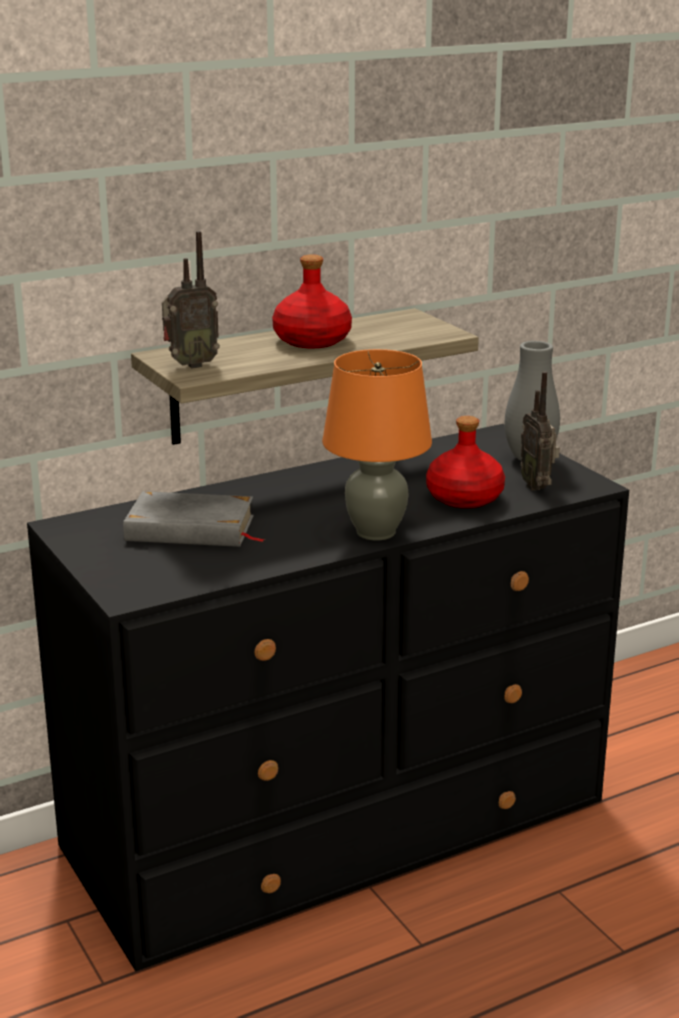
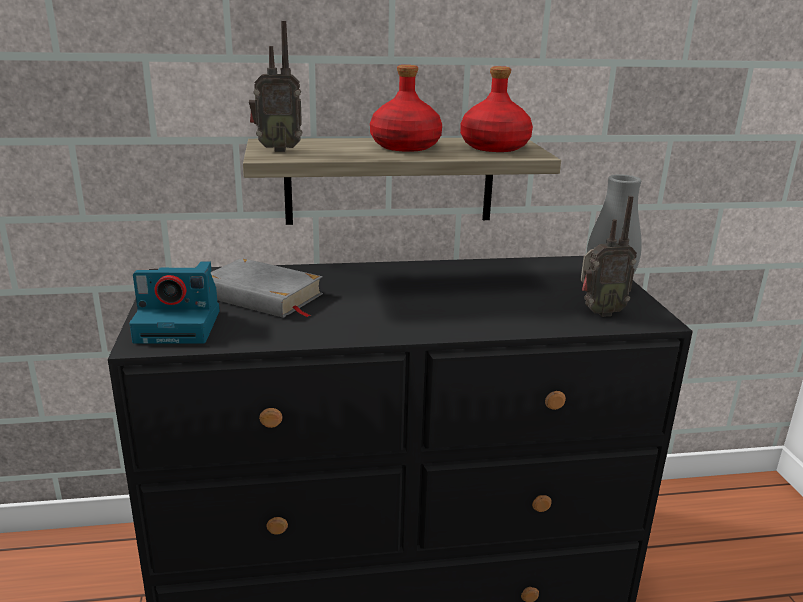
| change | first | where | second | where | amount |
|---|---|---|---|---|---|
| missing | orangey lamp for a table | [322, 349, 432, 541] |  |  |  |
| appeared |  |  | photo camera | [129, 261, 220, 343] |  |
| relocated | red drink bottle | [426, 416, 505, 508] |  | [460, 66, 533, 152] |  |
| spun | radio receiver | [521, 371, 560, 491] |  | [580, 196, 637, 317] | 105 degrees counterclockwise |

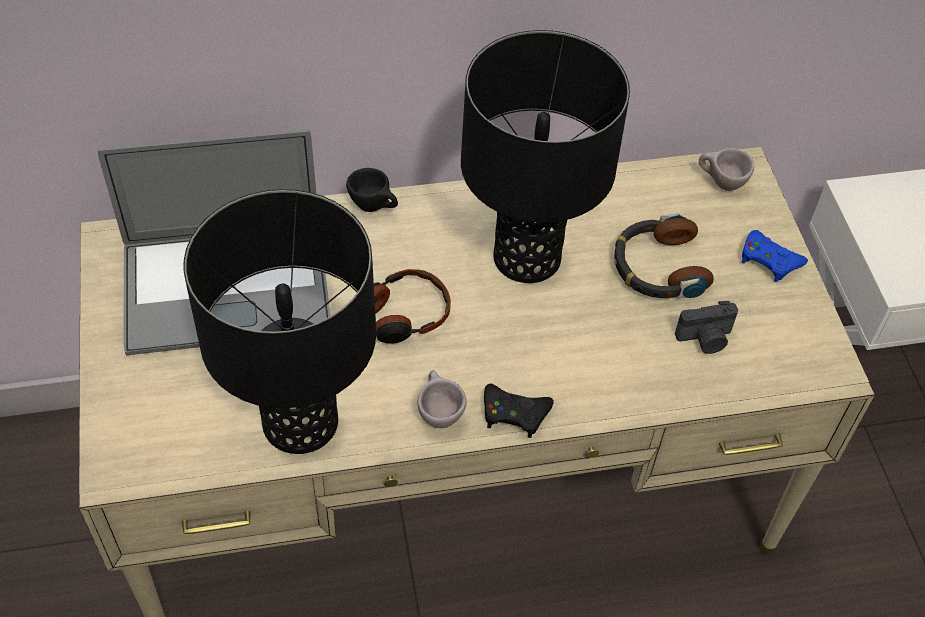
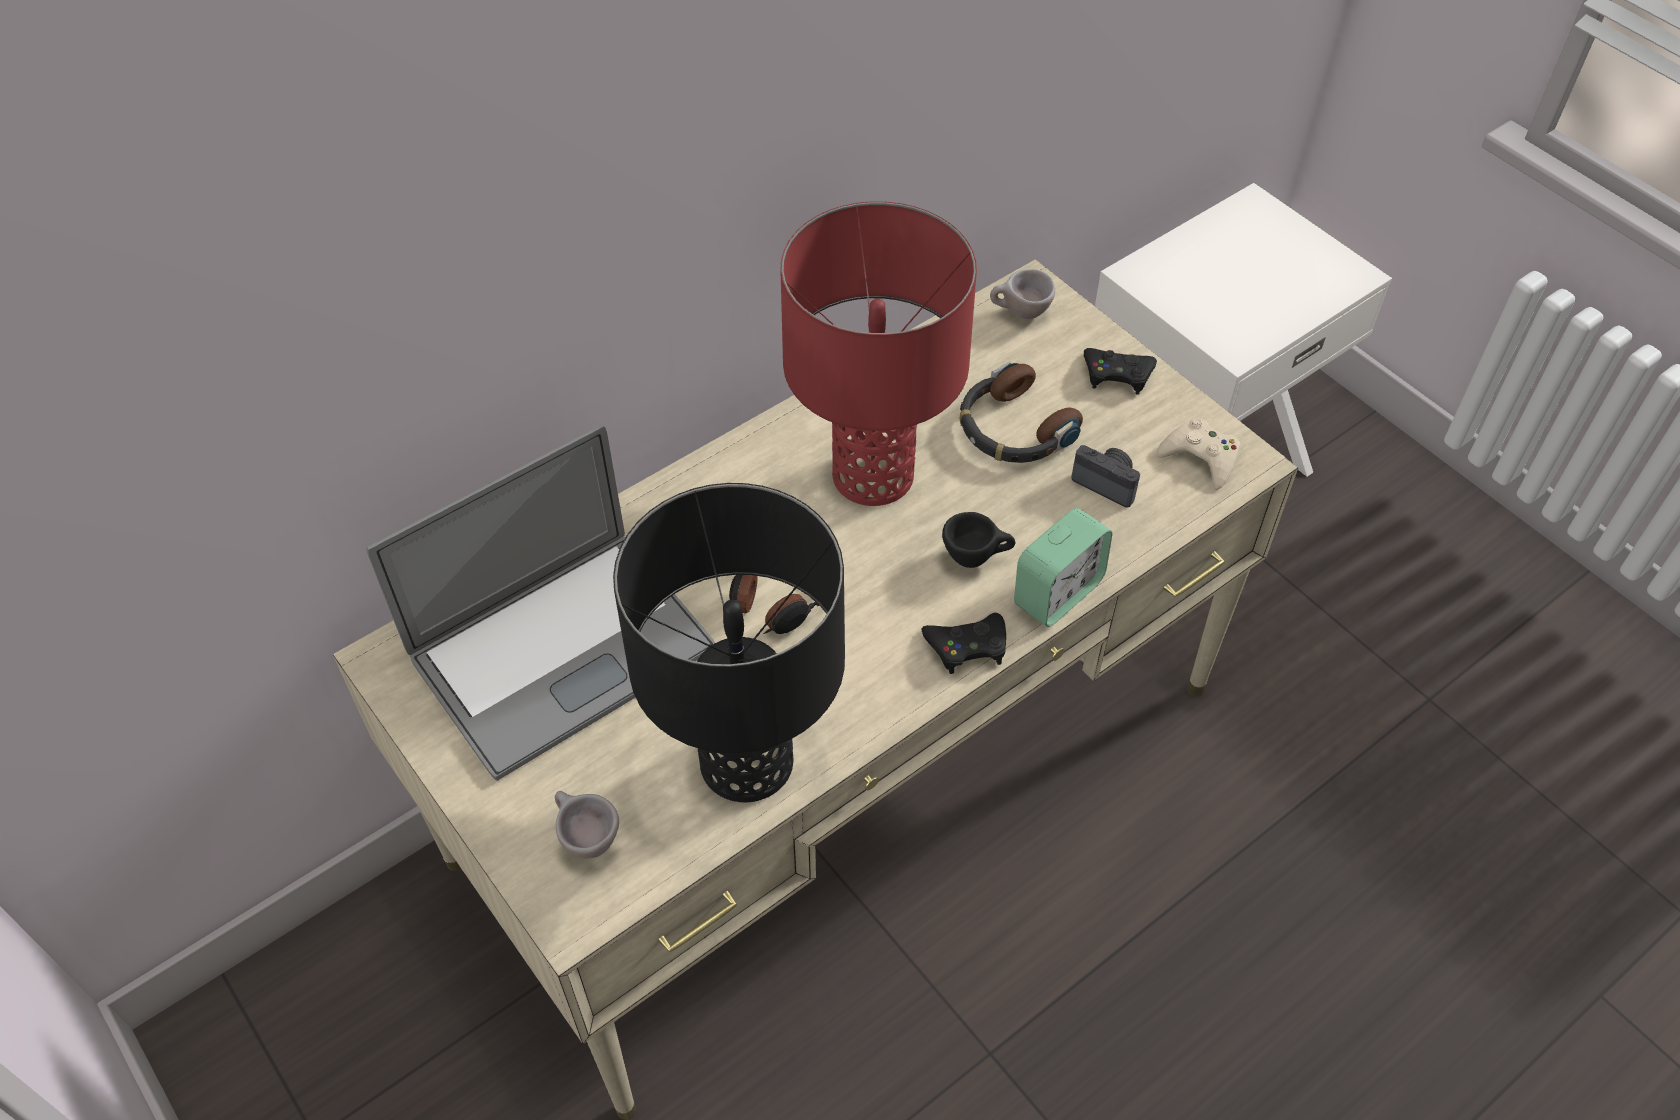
| change | first | where | second | where | amount |
|---|---|---|---|---|---|
| appeared |  |  | alarm clock | [1014, 508, 1113, 627] |  |
| appeared |  |  | beige joypad | [1156, 418, 1240, 490] |  |
| relocated | black-coloured small cup | [346, 168, 398, 212] |  | [942, 512, 1015, 568] |  |
| relocated | beige small cup | [418, 370, 466, 428] |  | [555, 791, 619, 858] |  |
| colour | black-coloured lamp for a table | [461, 30, 630, 283] | red lamp for a table | [780, 201, 977, 506] |  |
| colour | bluish joypad | [741, 230, 808, 282] | black-coloured joypad | [1084, 348, 1157, 395] |  |
| spun | photo camera | [675, 301, 738, 354] |  | [1071, 445, 1140, 507] | 105 degrees counterclockwise |

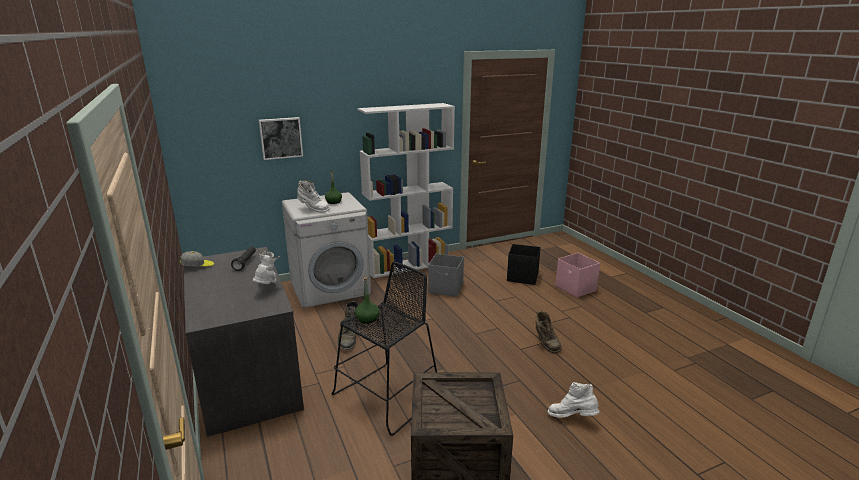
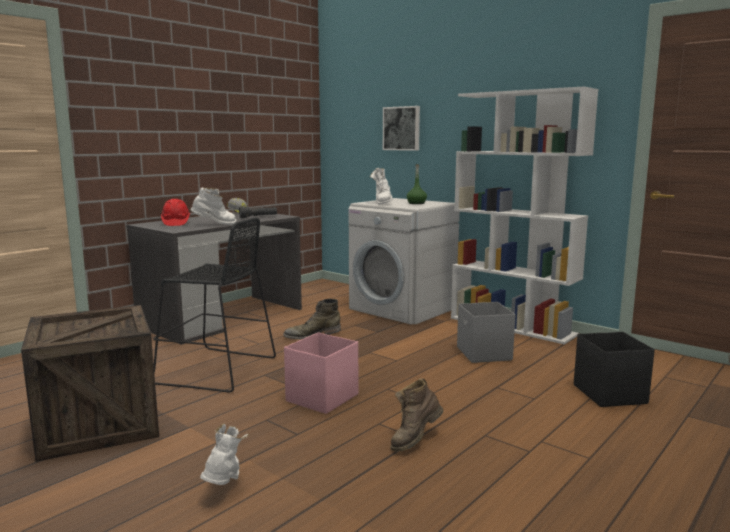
| change | first | where | second | where | amount |
|---|---|---|---|---|---|
| missing | green-coloured drink bottle | [355, 277, 379, 324] |  |  |  |
| appeared |  |  | red safety helmet | [161, 199, 190, 226] |  |
| relocated | pink storage bin | [555, 253, 600, 298] |  | [284, 332, 358, 414] |  |

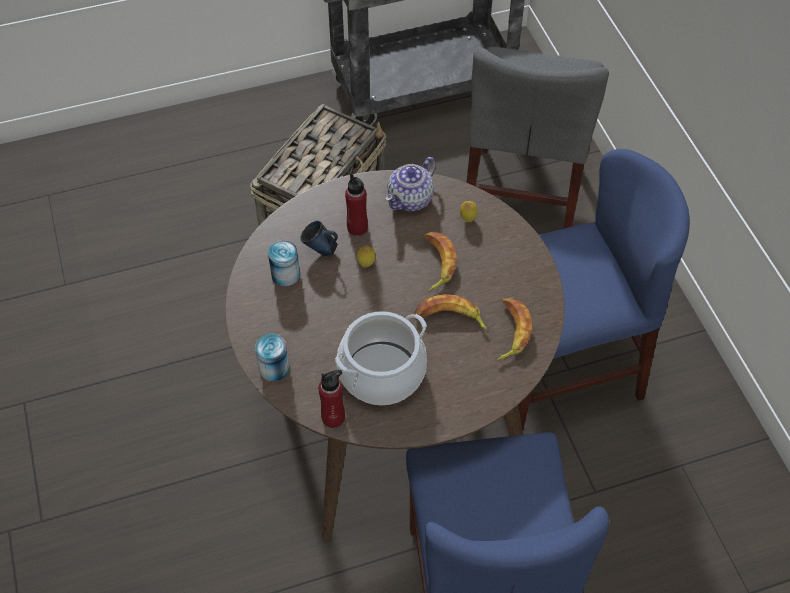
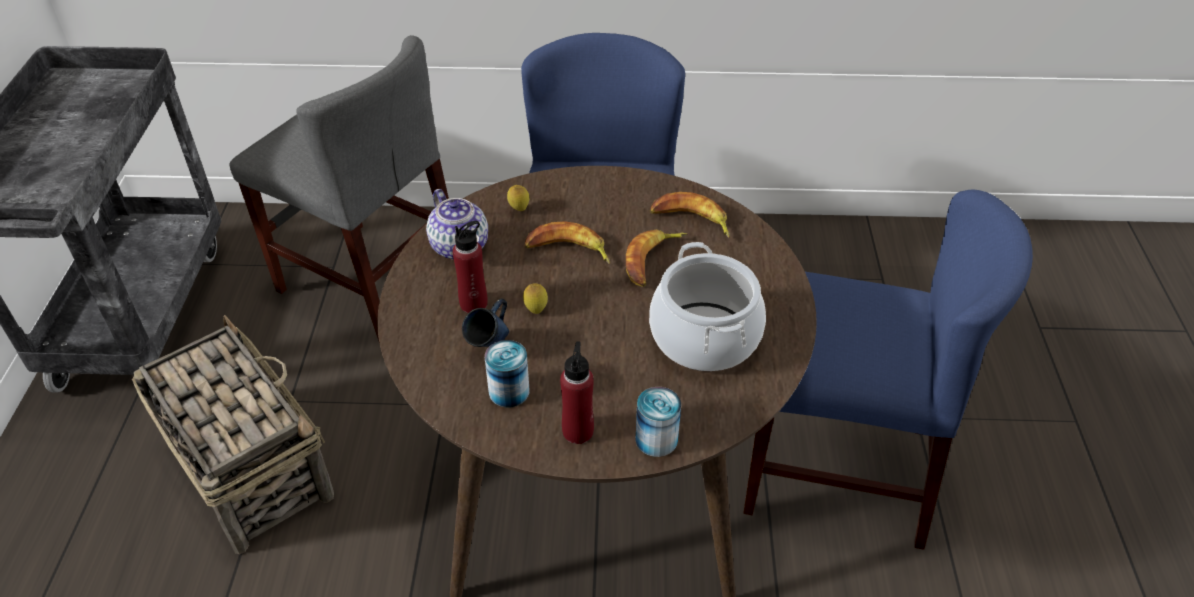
| change | first | where | second | where | amount |
|---|---|---|---|---|---|
| relocated | red drink bottle | [318, 370, 345, 428] |  | [560, 341, 594, 444] |  |

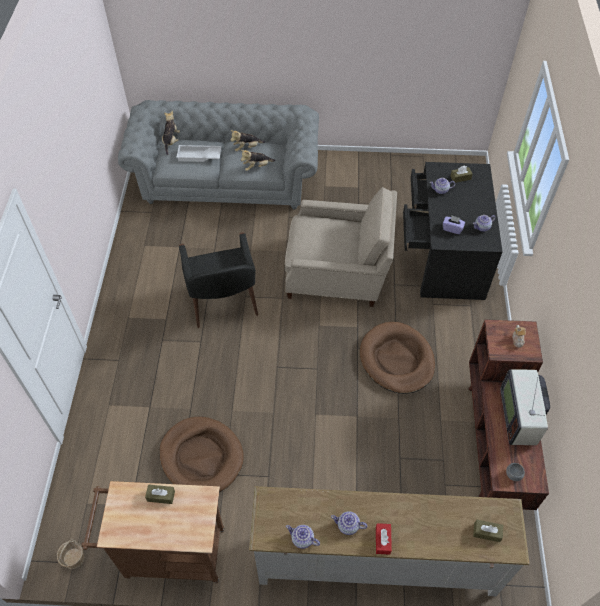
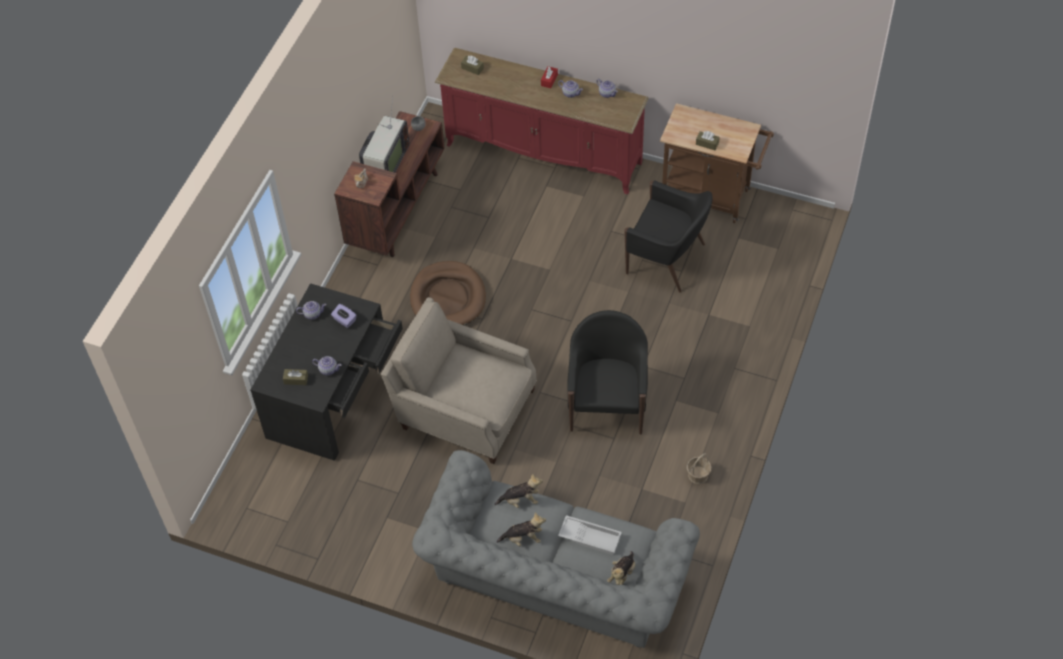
| change | first | where | second | where | amount |
|---|---|---|---|---|---|
| relocated | storage basket | [57, 539, 84, 569] |  | [687, 453, 711, 484] |  |
| exchanged | brown pet bed | [159, 417, 244, 492] | black-coloured easy chair | [624, 180, 713, 293] |  |
| colour | grey cupboard | [249, 486, 530, 597] | red cupboard | [435, 48, 649, 194] |  |

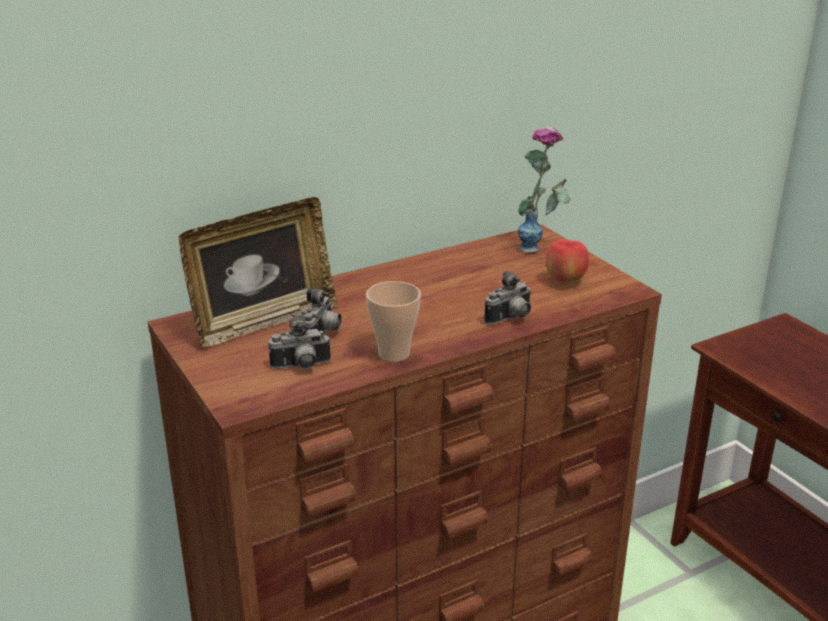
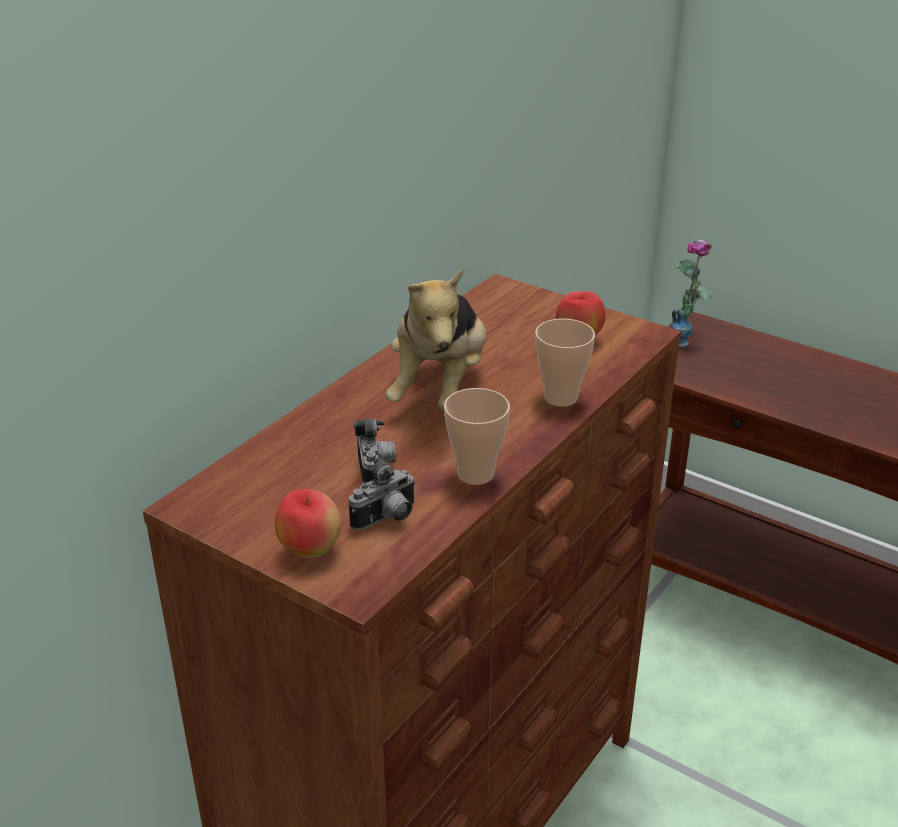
| change | first | where | second | where | amount |
|---|---|---|---|---|---|
| missing | standing frame | [178, 197, 338, 347] |  |  |  |
| appeared |  |  | apple fruit | [275, 489, 342, 558] |  |
| appeared |  |  | soft toy | [386, 269, 486, 412] |  |
| relocated | flower vase | [518, 127, 571, 253] |  | [671, 239, 712, 347] |  |
| exchanged | photo camera | [484, 270, 531, 324] | small cup | [535, 319, 595, 407] |  |

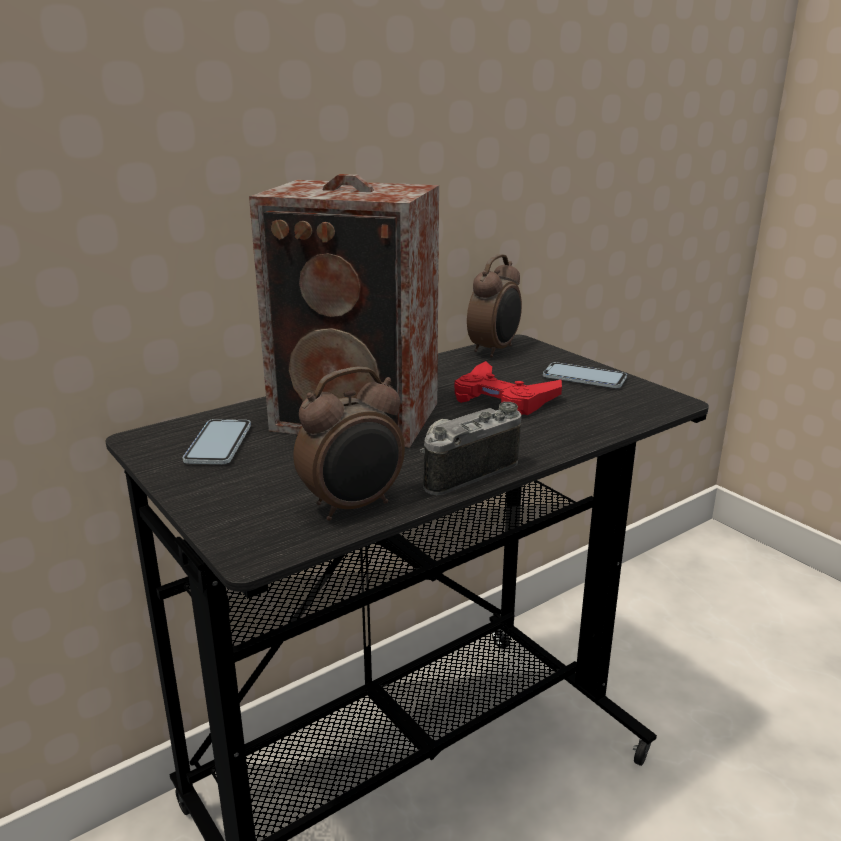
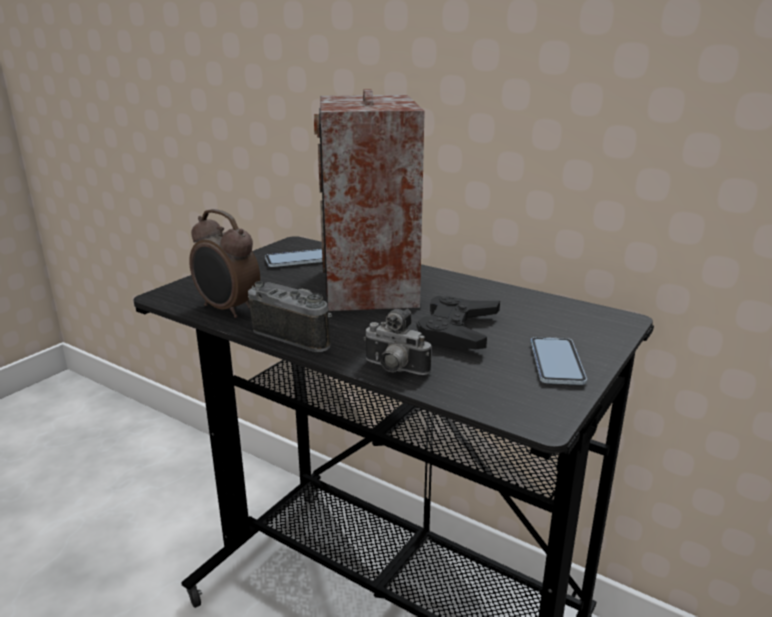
| change | first | where | second | where | amount |
|---|---|---|---|---|---|
| missing | alarm clock | [467, 254, 522, 358] |  |  |  |
| appeared |  |  | photo camera | [363, 309, 431, 375] |  |
| colour | red joypad | [454, 361, 562, 415] | black-coloured joypad | [416, 296, 500, 349] |  |

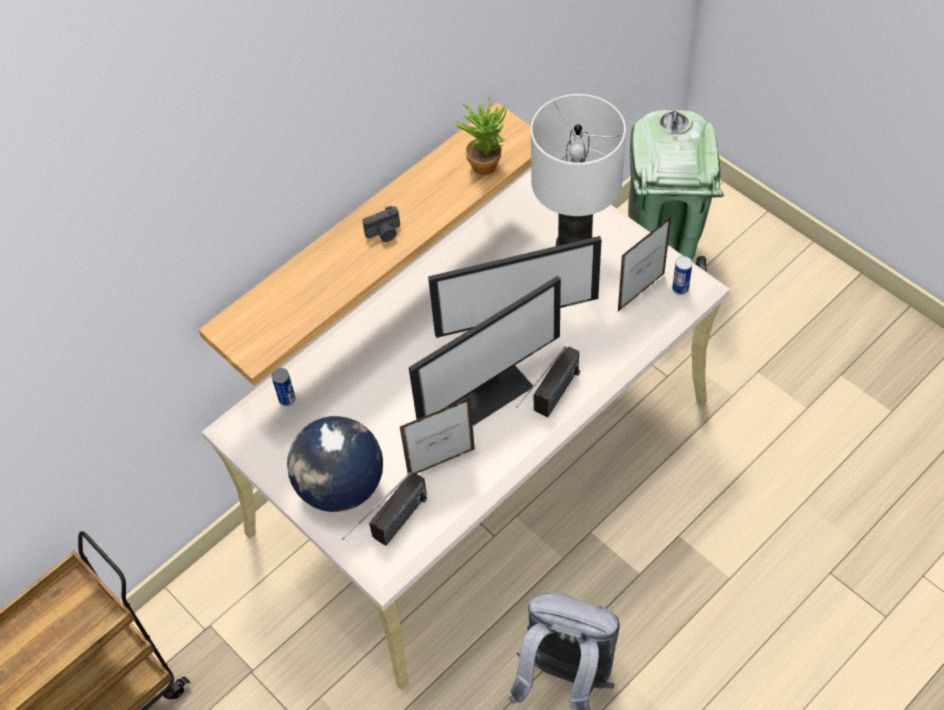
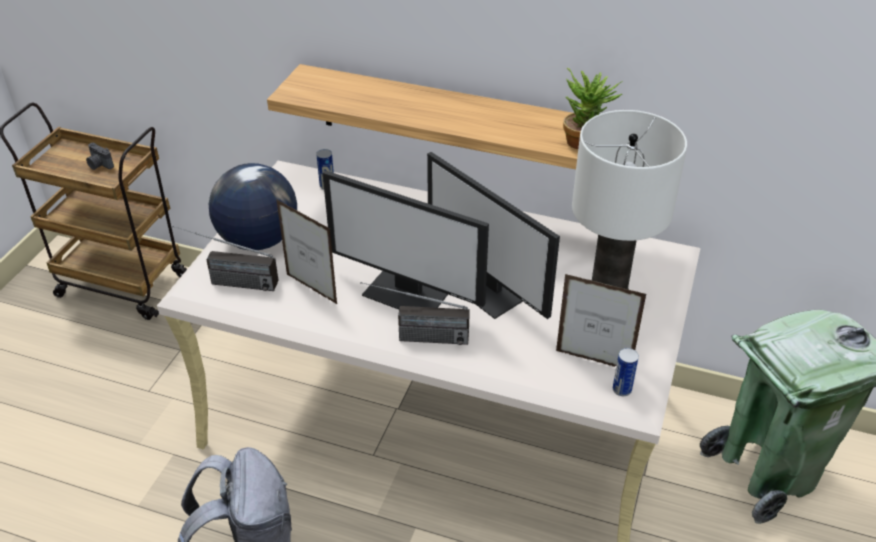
| change | first | where | second | where | amount |
|---|---|---|---|---|---|
| relocated | photo camera | [362, 206, 400, 242] |  | [86, 143, 114, 170] |  |

